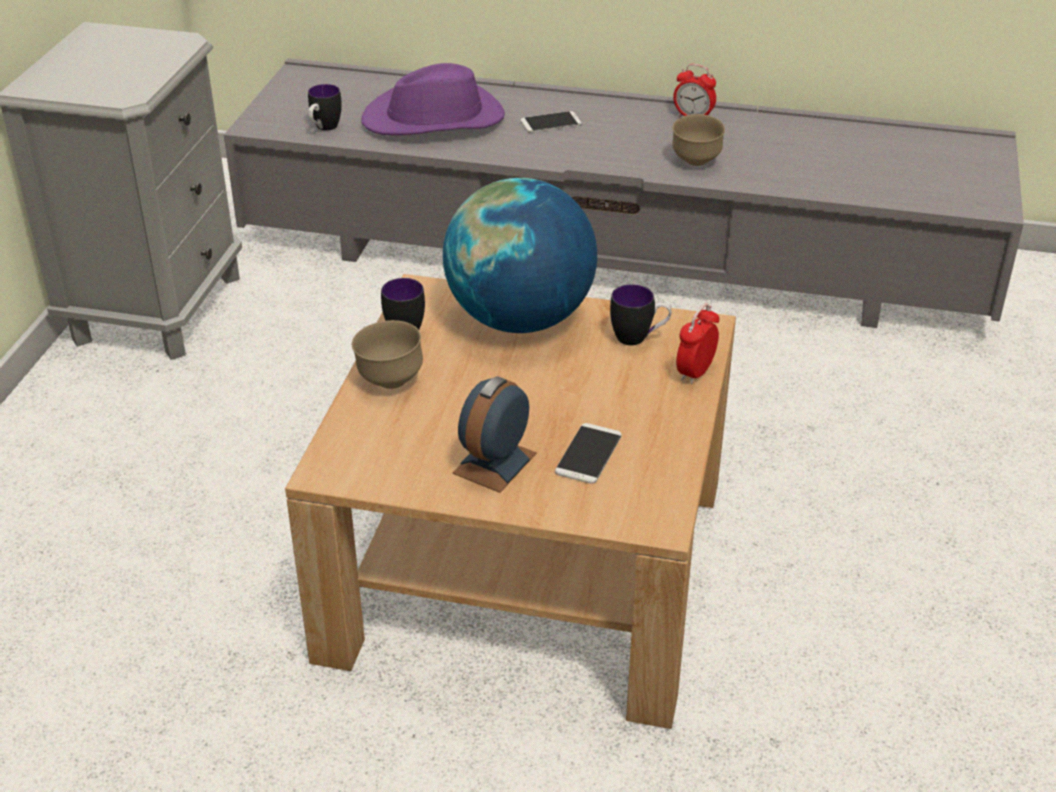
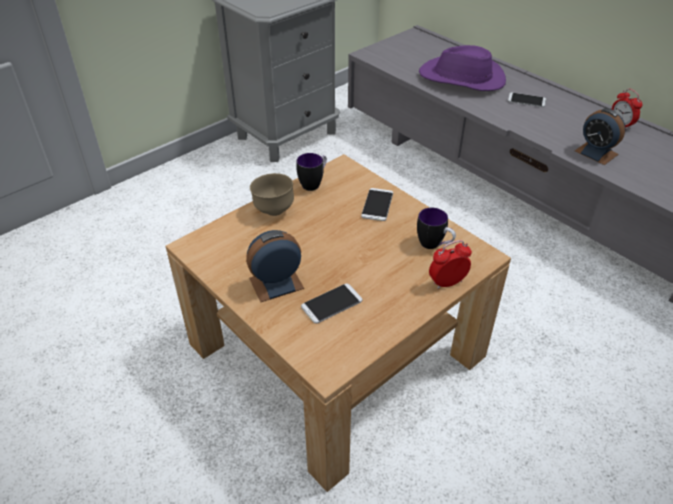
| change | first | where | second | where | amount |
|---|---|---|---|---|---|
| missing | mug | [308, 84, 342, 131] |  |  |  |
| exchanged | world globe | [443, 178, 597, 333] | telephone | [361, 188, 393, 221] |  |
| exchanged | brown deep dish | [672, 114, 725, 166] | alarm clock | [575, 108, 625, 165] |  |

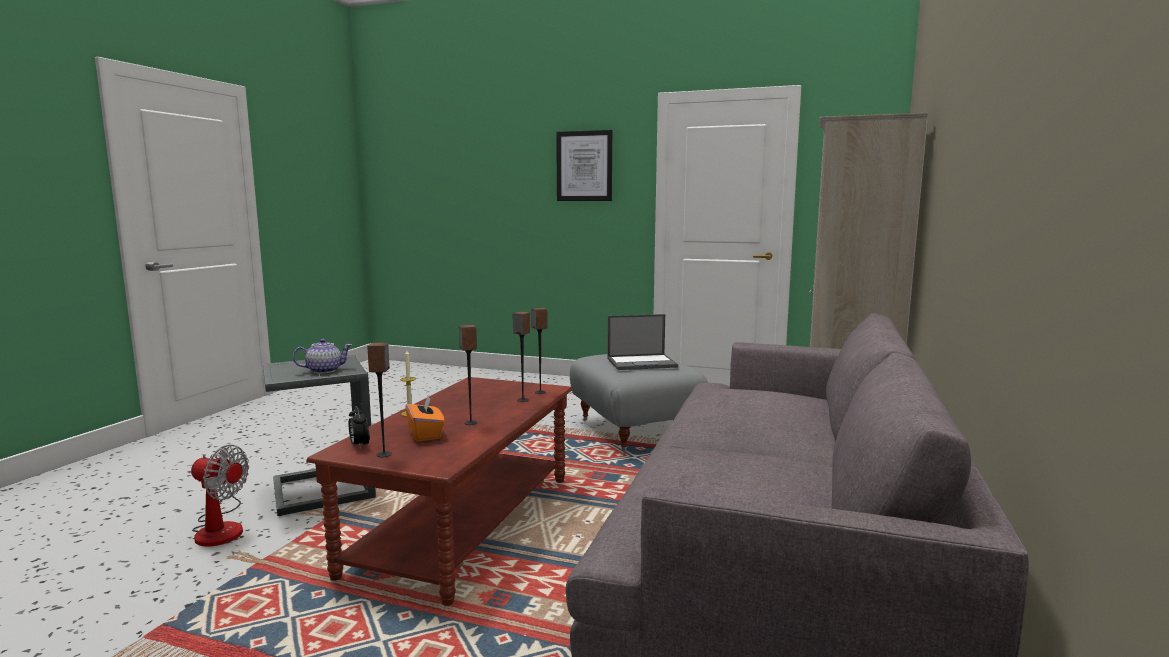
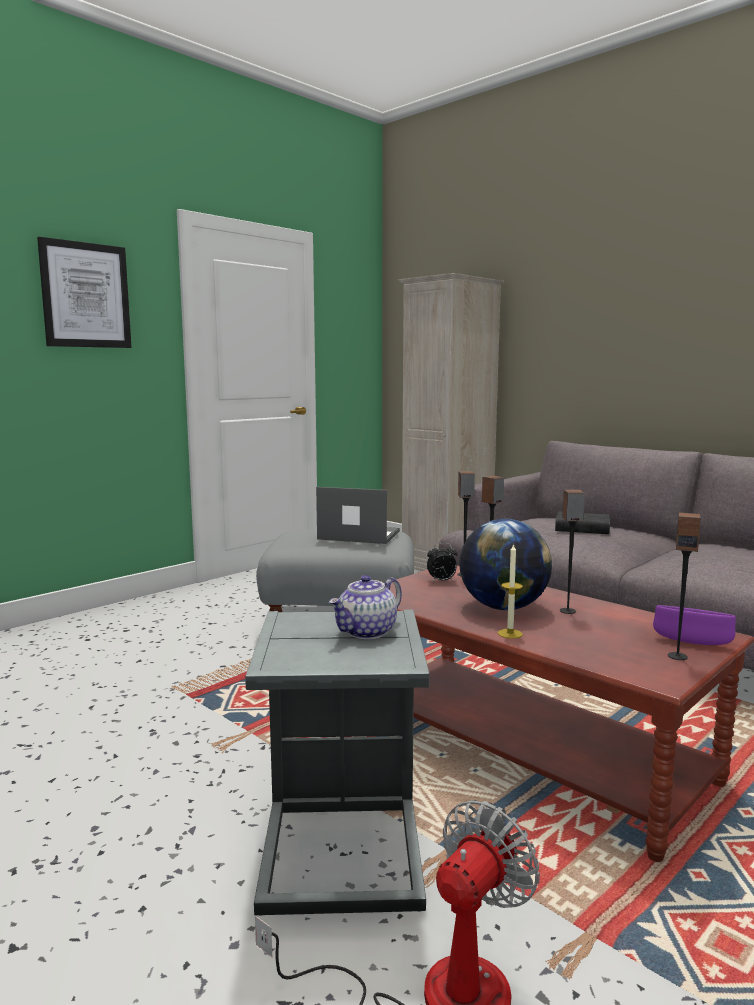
| change | first | where | second | where | amount |
|---|---|---|---|---|---|
| missing | orangey tissue holder | [405, 396, 445, 442] |  |  |  |
| appeared |  |  | world globe | [459, 519, 552, 610] |  |
| appeared |  |  | black-coloured volume | [555, 511, 610, 534] |  |
| appeared |  |  | purple deep dish | [653, 605, 736, 645] |  |
| relocated | alarm clock | [349, 406, 369, 449] |  | [427, 543, 457, 582] |  |
| spun | tea pot | [293, 339, 352, 373] |  | [329, 575, 402, 639] | 135 degrees counterclockwise |
| spun | laptop | [608, 314, 678, 370] |  | [316, 487, 400, 544] | 90 degrees counterclockwise |

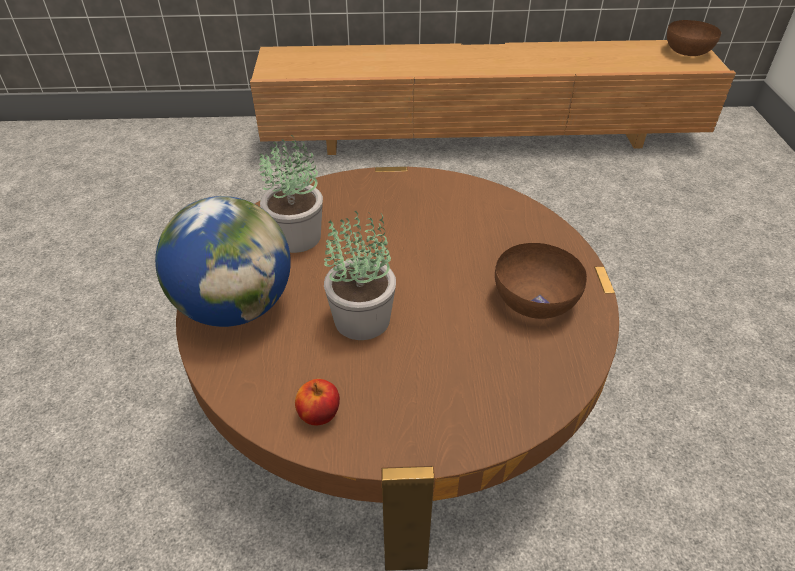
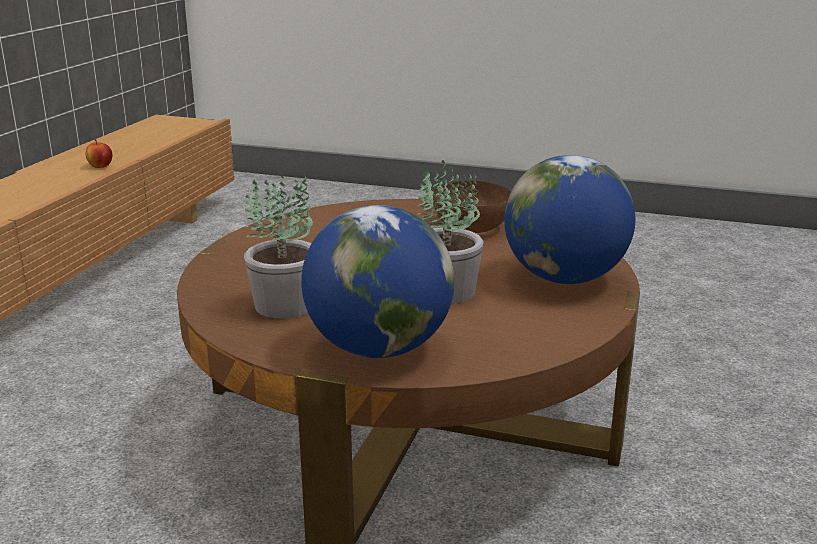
| change | first | where | second | where | amount |
|---|---|---|---|---|---|
| missing | brown deep dish | [667, 20, 721, 56] |  |  |  |
| appeared |  |  | world globe | [504, 155, 635, 284] |  |
| relocated | apple fruit | [295, 379, 340, 426] |  | [86, 139, 112, 168] |  |

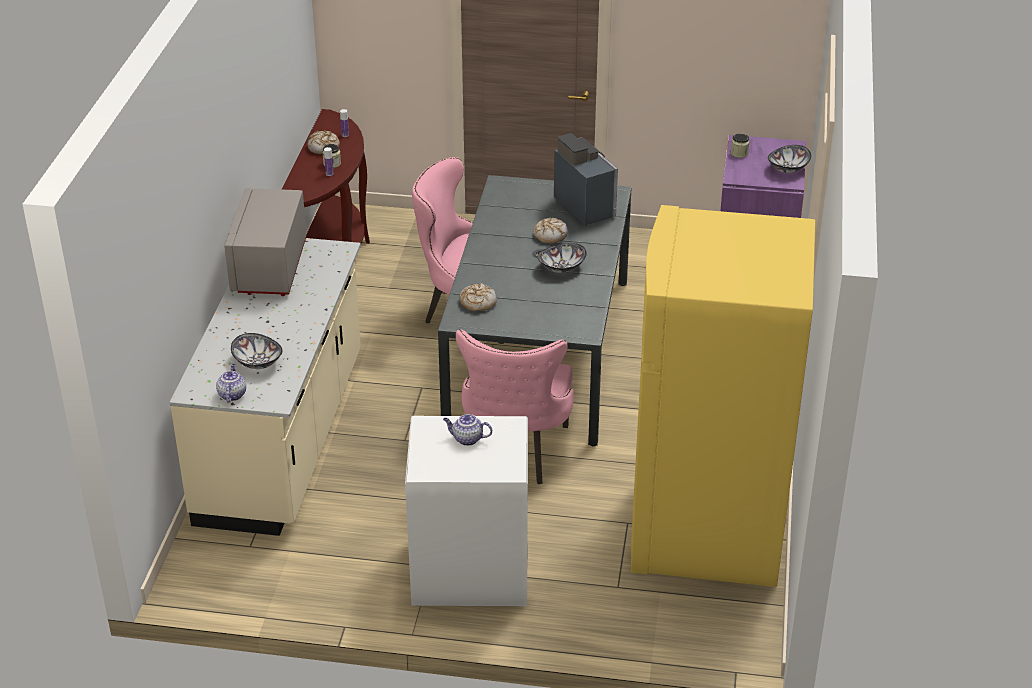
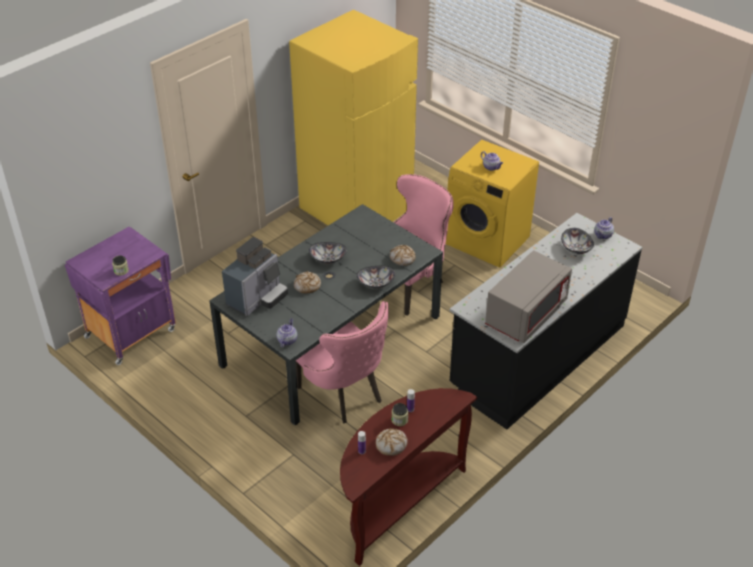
| change | first | where | second | where | amount |
|---|---|---|---|---|---|
| appeared |  |  | tea pot | [277, 318, 297, 347] |  |
| relocated | deep dish | [768, 145, 811, 173] |  | [357, 266, 395, 289] |  |
| colour | beige counter | [169, 238, 361, 536] | black-coloured counter | [450, 213, 642, 430] |  |
| colour | white-coloured washing machine | [405, 416, 528, 606] | yellowish washing machine | [446, 140, 539, 268] |  |
| spun | coffee machine | [554, 133, 618, 225] |  | [222, 237, 288, 316] | 150 degrees counterclockwise |

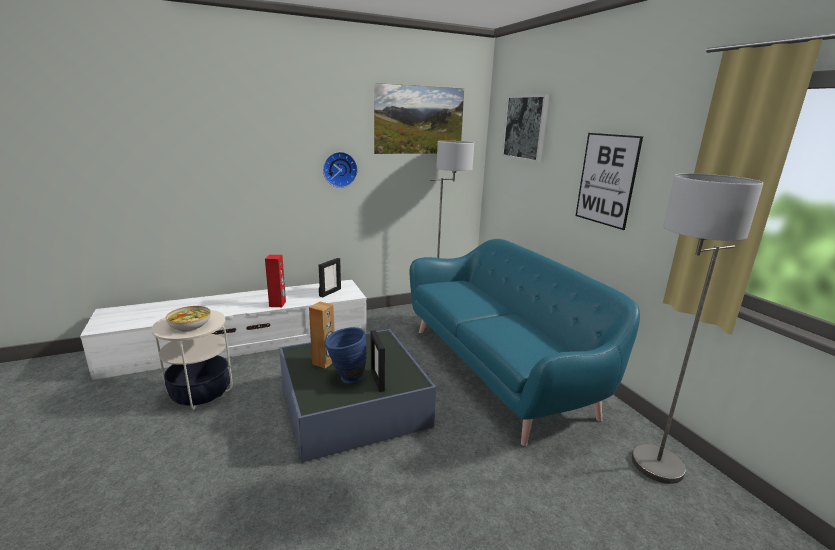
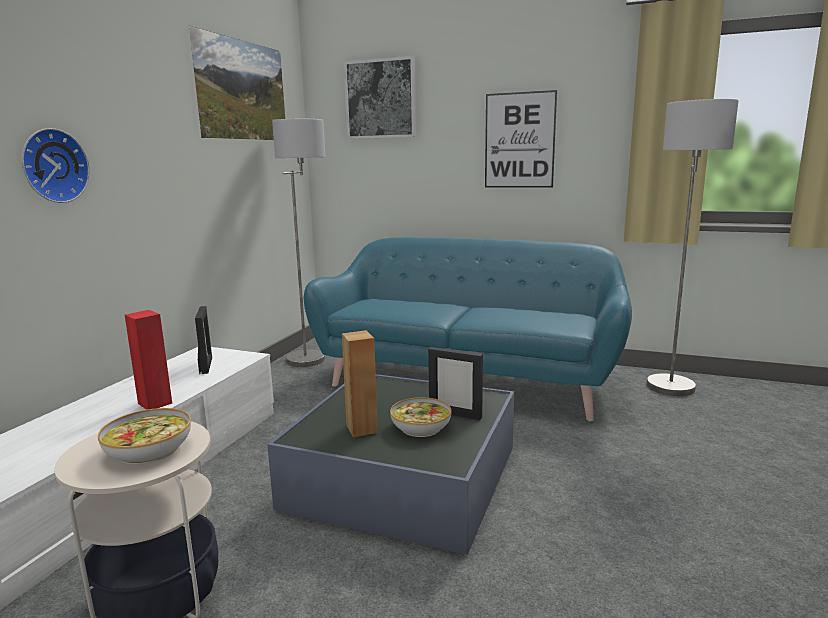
| change | first | where | second | where | amount |
|---|---|---|---|---|---|
| relocated | hanging clock | [323, 152, 358, 188] |  | [21, 128, 90, 203] |  |
| exchanged | bluish flower vase | [325, 327, 367, 383] | deep dish | [390, 397, 452, 437] |  |

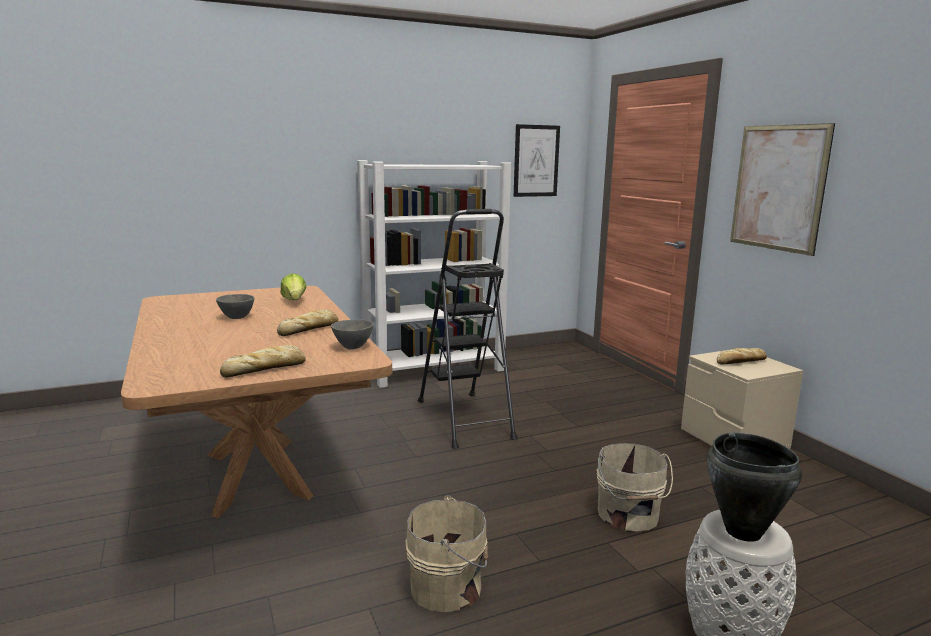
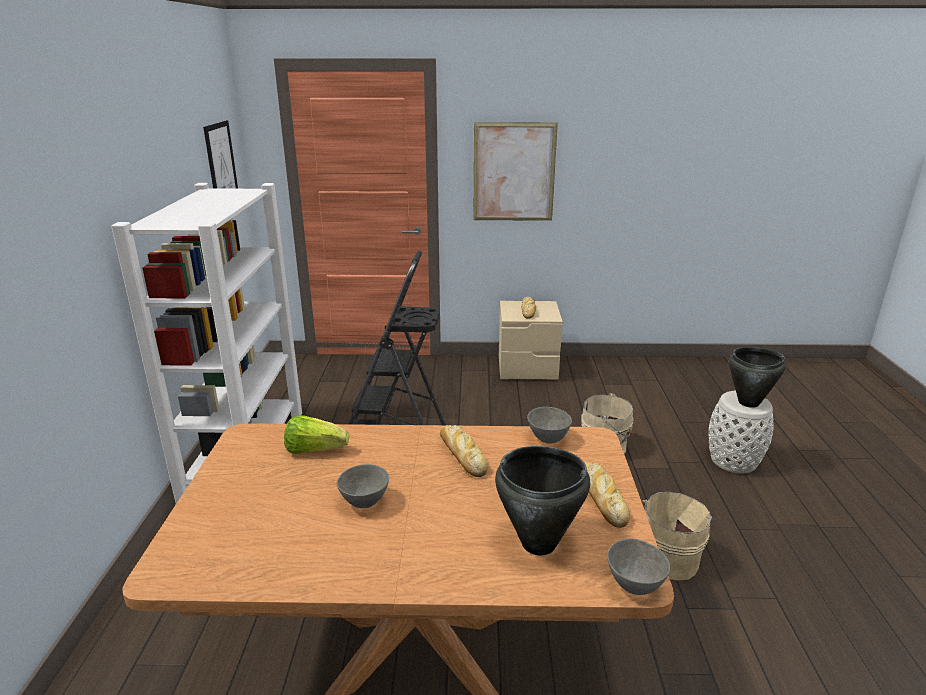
| change | first | where | second | where | amount |
|---|---|---|---|---|---|
| appeared |  |  | black-coloured cooking pot | [495, 446, 590, 555] |  |
| appeared |  |  | grey deep dish | [607, 539, 670, 595] |  |

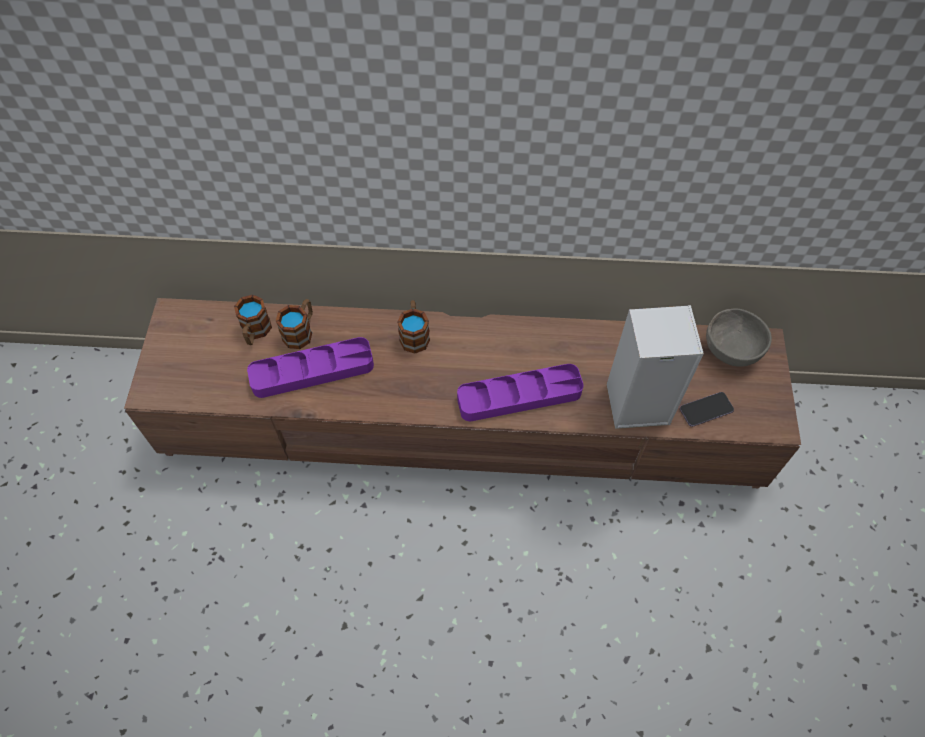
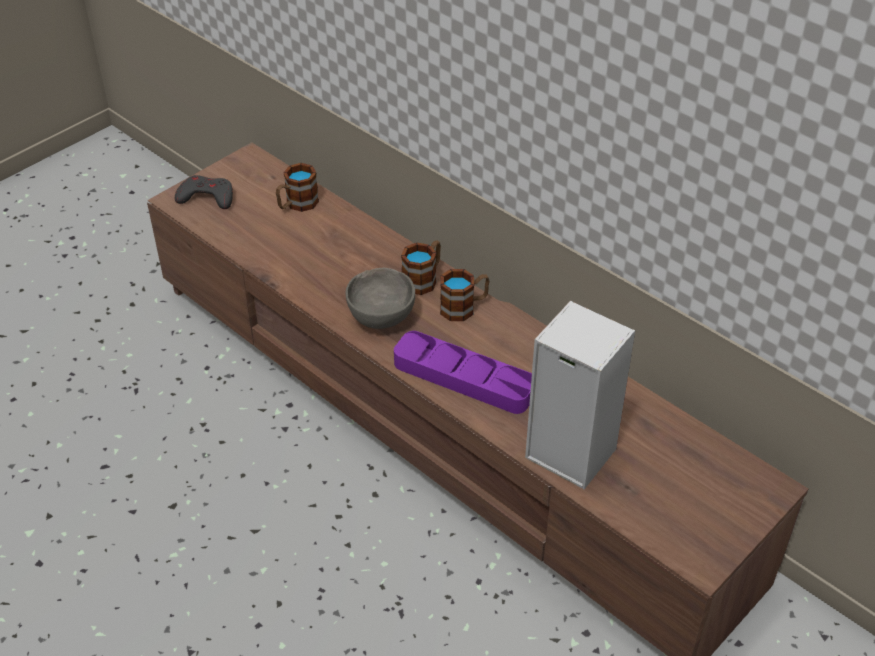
| change | first | where | second | where | amount |
|---|---|---|---|---|---|
| missing | purple tray | [247, 337, 374, 398] |  |  |  |
| missing | telephone | [680, 392, 734, 427] |  |  |  |
| appeared |  |  | grey joypad | [175, 175, 233, 209] |  |
| relocated | mug | [276, 299, 313, 349] |  | [440, 269, 489, 321] |  |
| relocated | grey deep dish | [706, 309, 772, 367] |  | [346, 268, 415, 329] |  |

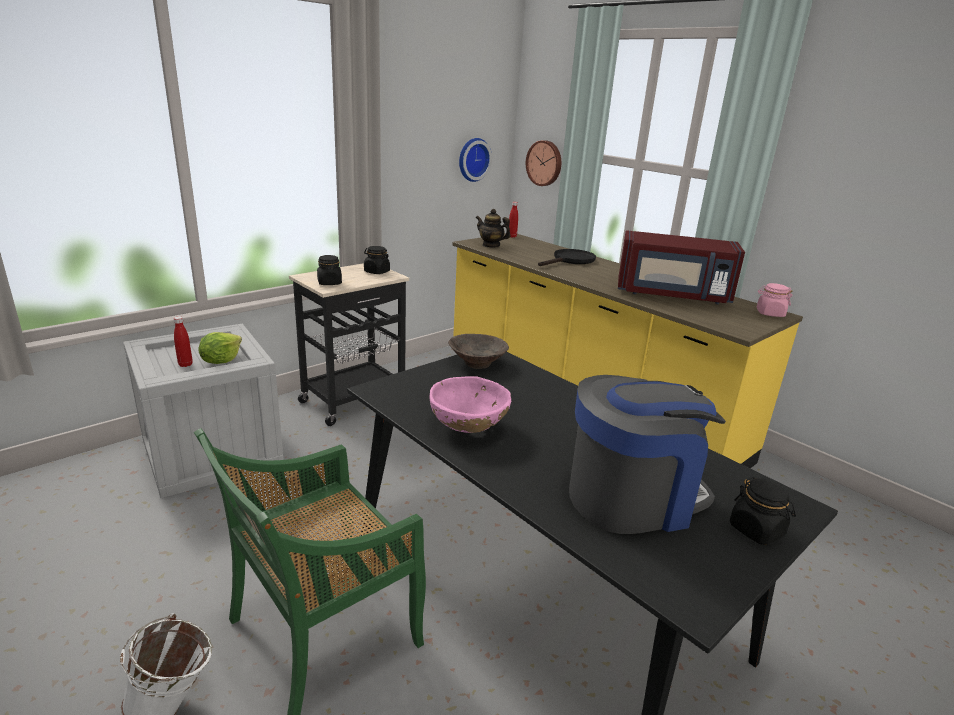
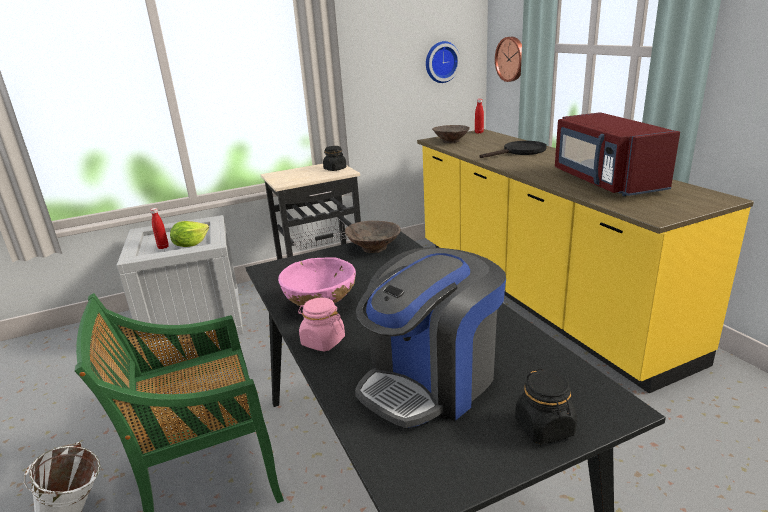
| change | first | where | second | where | amount |
|---|---|---|---|---|---|
| missing | black-coloured storage jar | [317, 255, 342, 285] |  |  |  |
| relocated | pink storage jar | [757, 283, 793, 317] |  | [298, 298, 345, 351] |  |
| exchanged | tea pot | [476, 209, 511, 248] | brown deep dish | [432, 125, 470, 143] |  |
| spun | coffee machine | [569, 375, 726, 534] |  | [355, 247, 506, 428] | 135 degrees clockwise |
| spun | red microwave | [618, 230, 745, 304] |  | [555, 112, 680, 196] | 45 degrees clockwise |

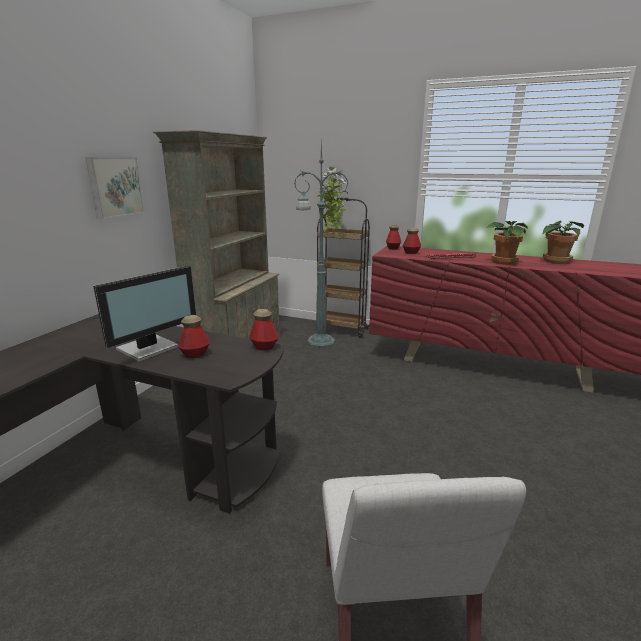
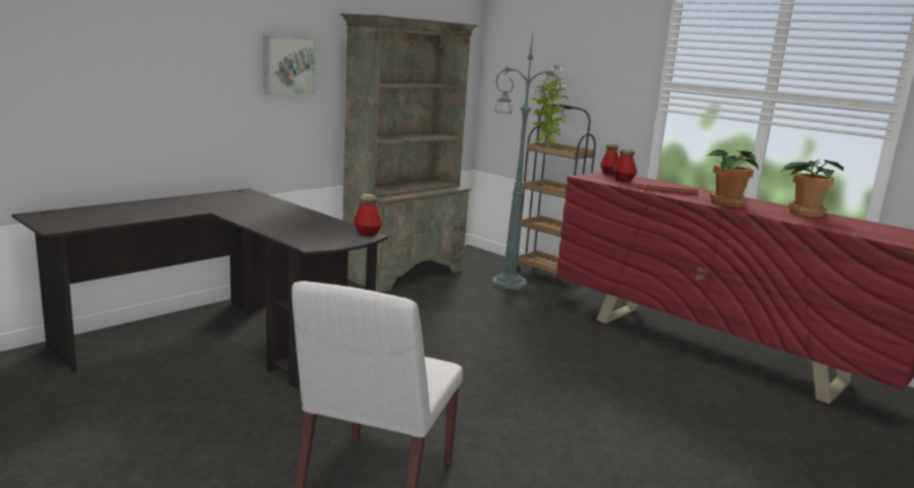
| change | first | where | second | where | amount |
|---|---|---|---|---|---|
| missing | computer display | [93, 266, 196, 362] |  |  |  |
| missing | drink bottle | [178, 315, 210, 358] |  |  |  |

